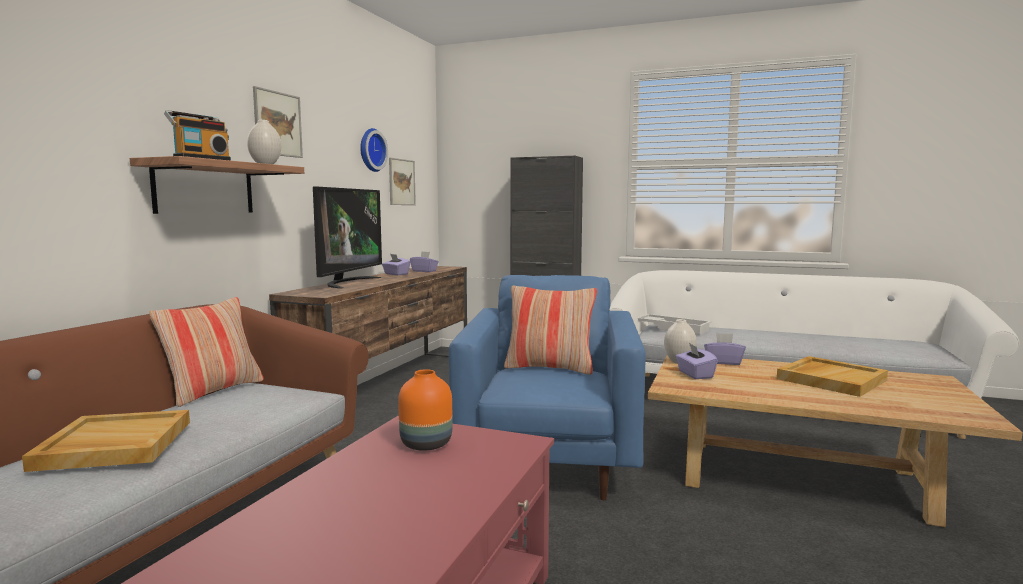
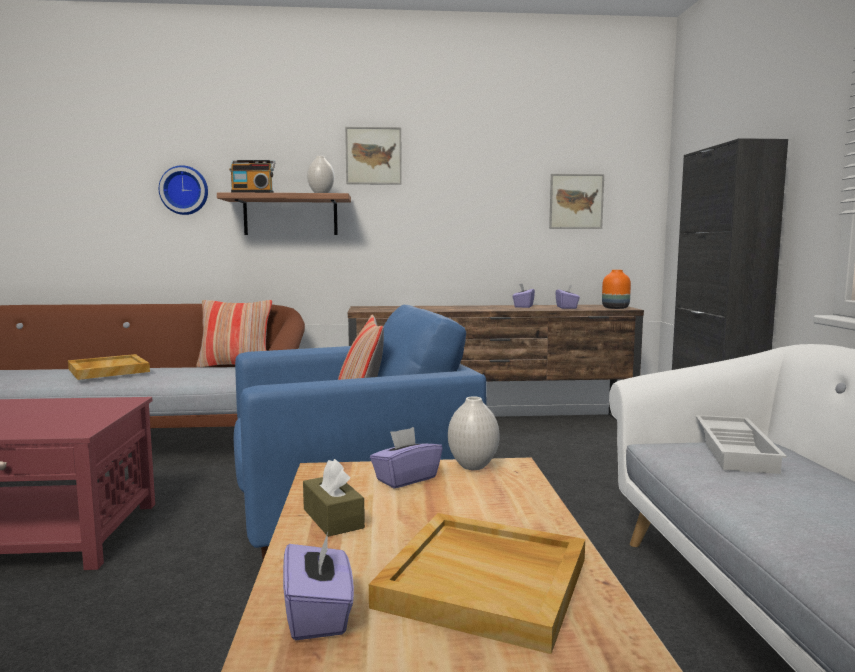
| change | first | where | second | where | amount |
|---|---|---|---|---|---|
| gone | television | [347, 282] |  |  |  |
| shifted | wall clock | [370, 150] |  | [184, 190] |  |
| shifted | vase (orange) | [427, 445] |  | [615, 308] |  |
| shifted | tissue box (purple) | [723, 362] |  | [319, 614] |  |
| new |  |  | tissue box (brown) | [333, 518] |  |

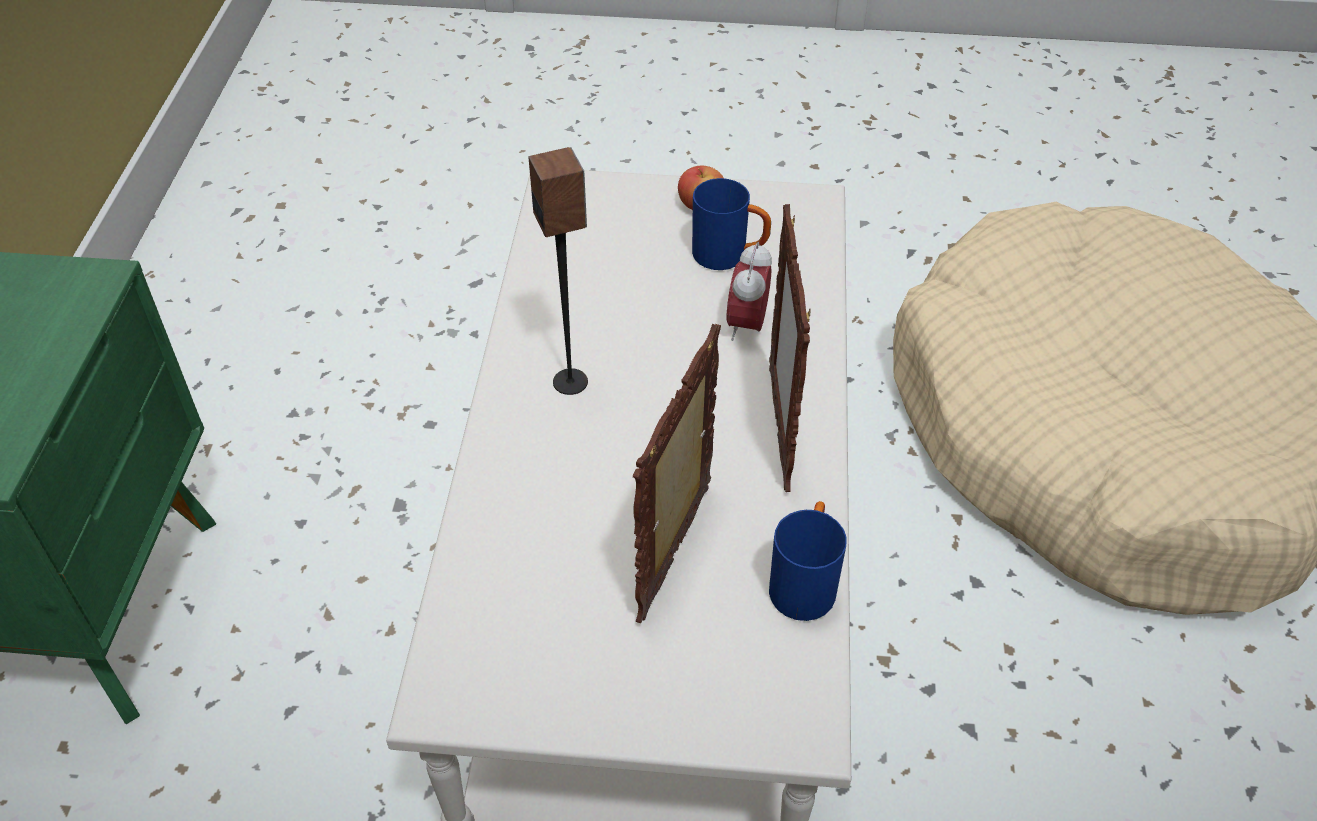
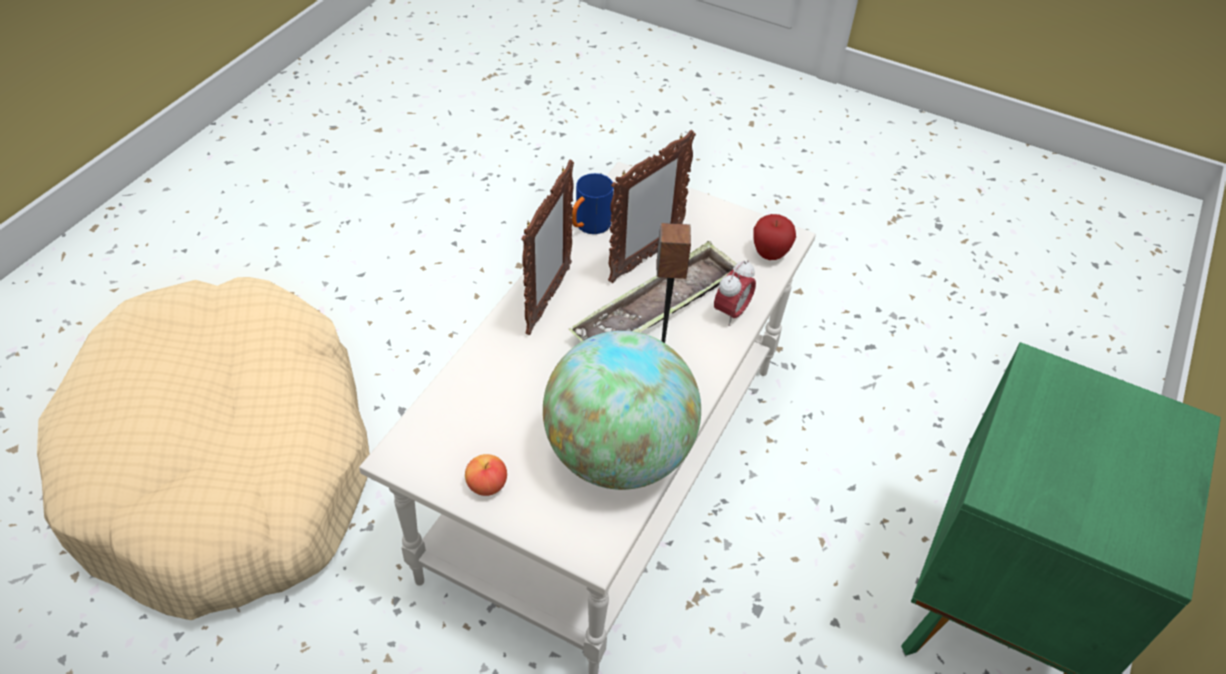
| change | first | where | second | where | amount |
|---|---|---|---|---|---|
| gone | mug (blue) | [729, 256] |  |  |  |
| shifted | alarm clock | [747, 325] |  | [731, 313] |  |
| new |  |  | globe | [618, 455] |  |
| new |  |  | tray | [657, 308] |  |
| new |  |  | apple | [770, 254] |  |

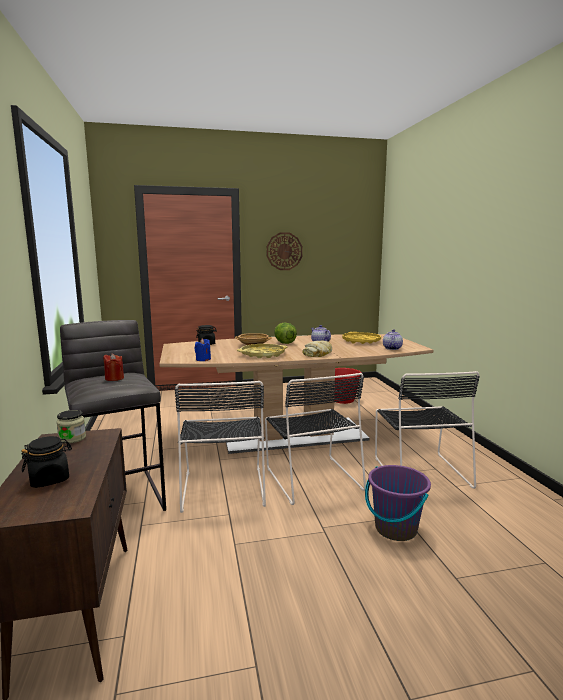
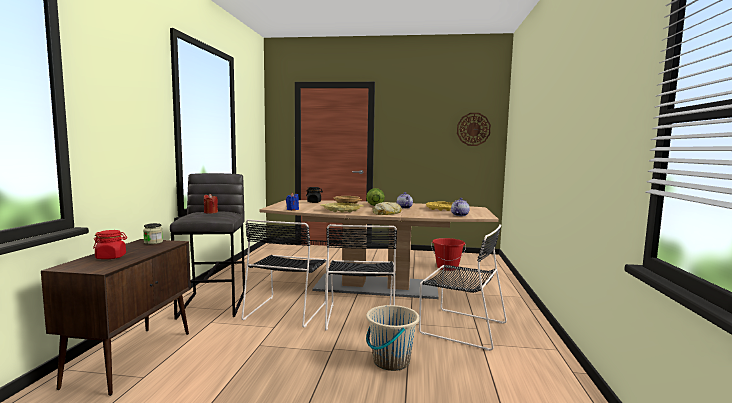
| change | first | where | second | where | amount |
|---|---|---|---|---|---|
| repainted | jar (black) | [49, 479] | jar (red) | [111, 257] |  |
| shifted | wall clock | [284, 251] |  | [473, 129] |  |
| repainted | bucket (purple) | [395, 529] | bucket (beige) | [391, 361] |  |
| rotated | chair (black) | [420, 470] |  | [460, 327] | 75 degrees counterclockwise |

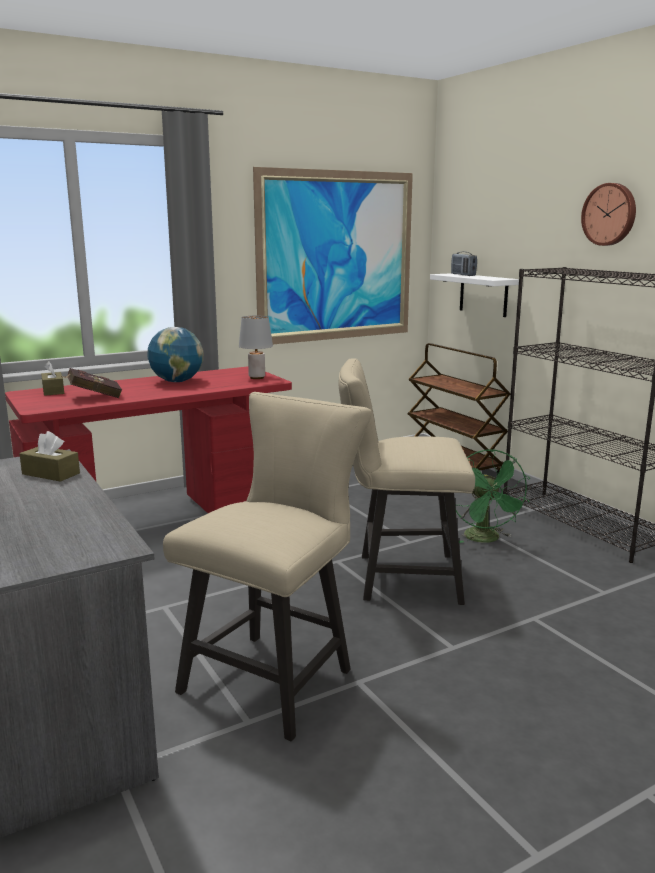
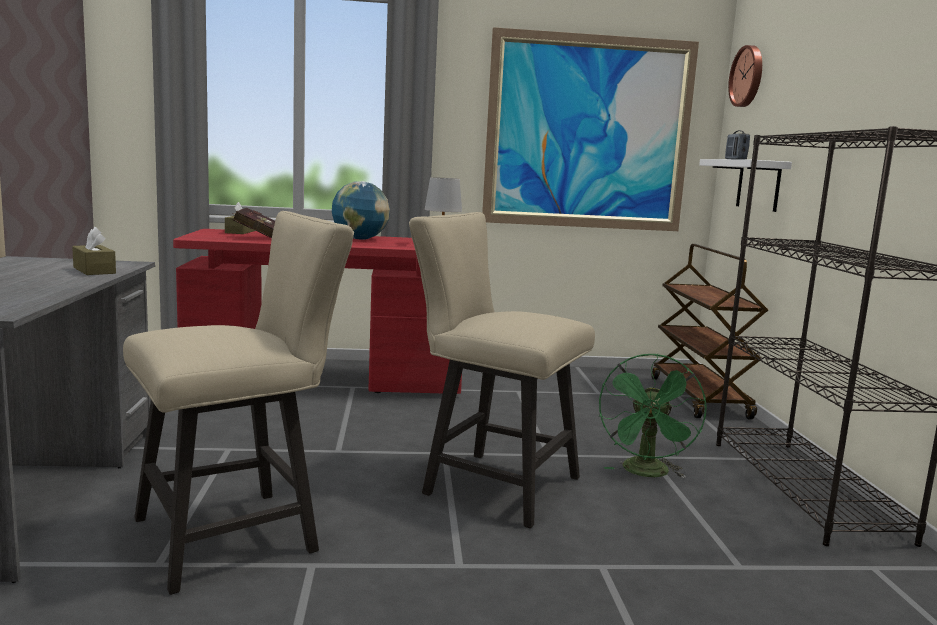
| change | first | where | second | where | amount |
|---|---|---|---|---|---|
| shifted | wall clock | [610, 214] |  | [748, 76] |  |

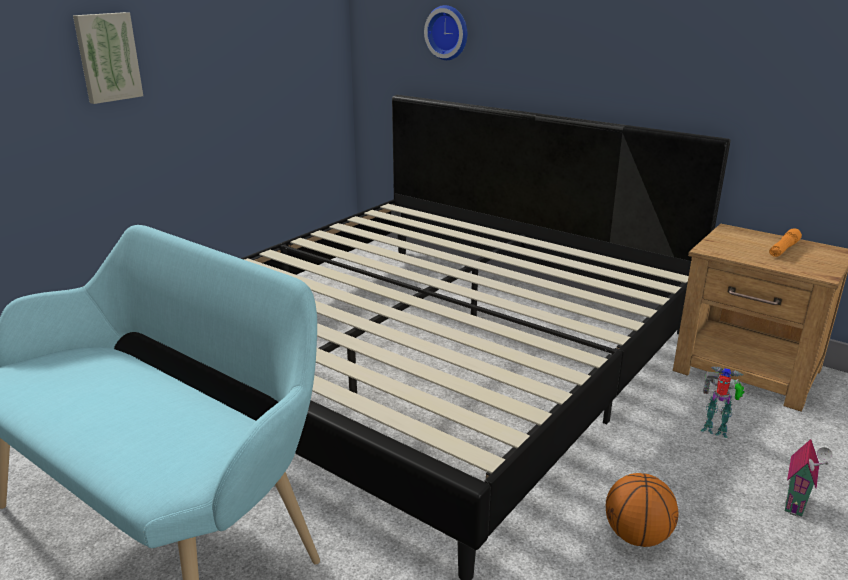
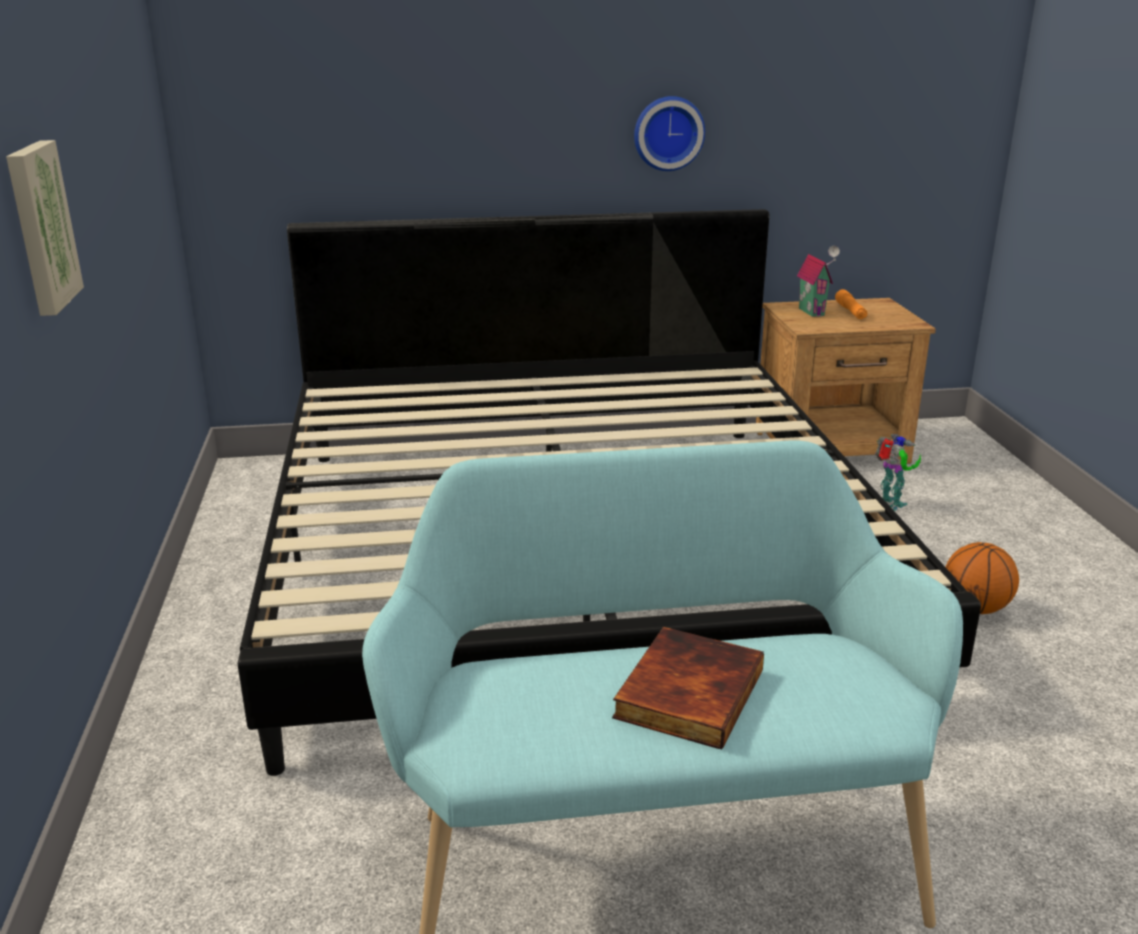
| change | first | where | second | where | amount |
|---|---|---|---|---|---|
| shifted | wall clock | [448, 32] |  | [668, 133] |  |
| rotated | toy robot | [716, 431] |  | [890, 504] | 75 degrees clockwise |
| shifted | toy house | [797, 504] |  | [813, 312] |  |
| new |  |  | book | [686, 692] |  |

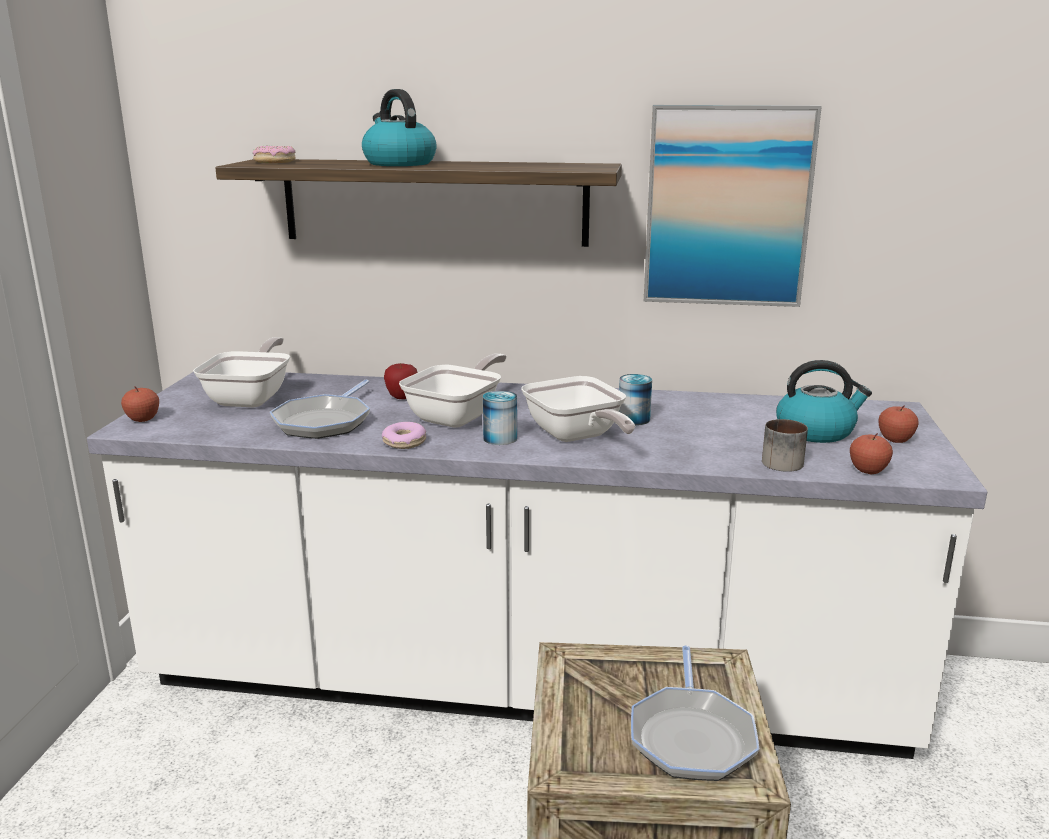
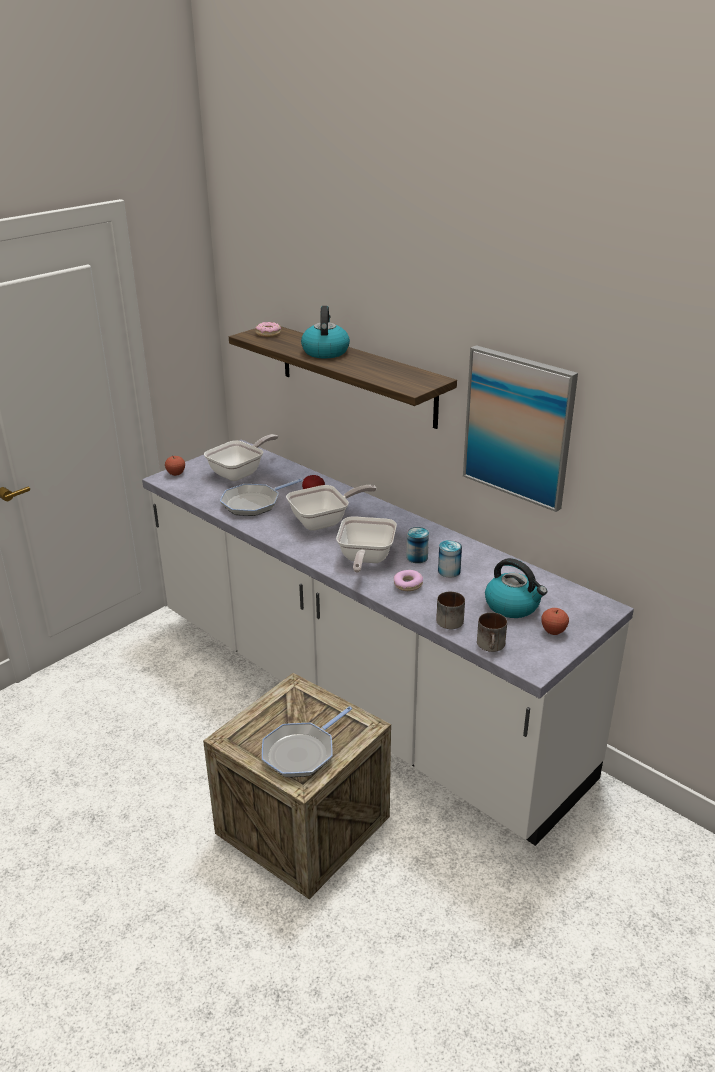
| change | first | where | second | where | amount |
|---|---|---|---|---|---|
| shifted | donut | [404, 442] |  | [408, 585] |  |
| shifted | can | [500, 438] |  | [449, 571] |  |
| swapped | apple | [868, 470] | mug | [492, 645] |  |

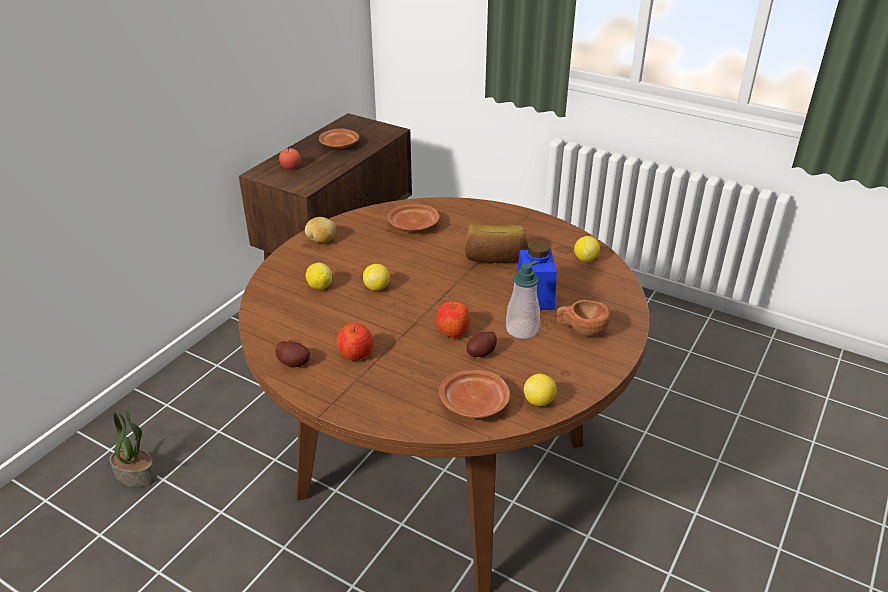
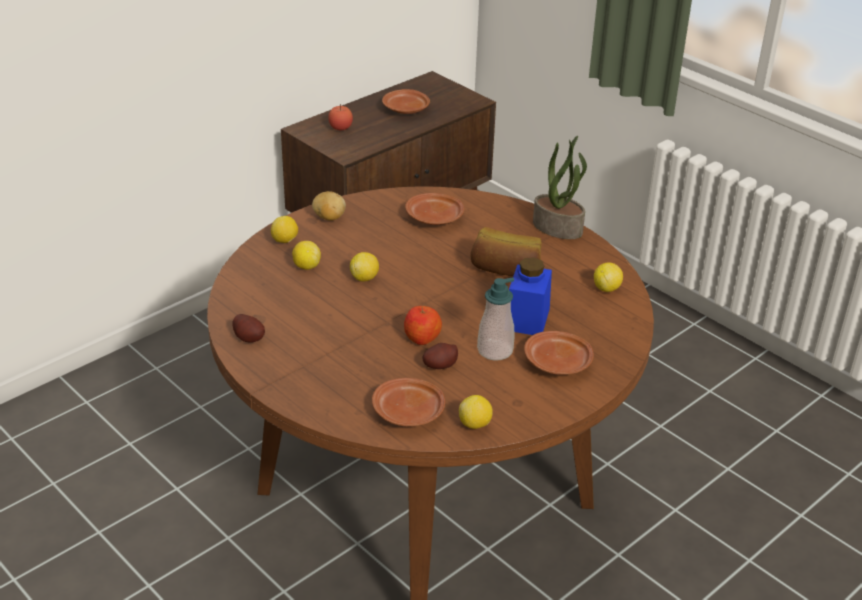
| change | first | where | second | where | amount |
|---|---|---|---|---|---|
| shifted | potted plant | [137, 475] |  | [558, 227] |  |
| gone | apple | [356, 354] |  |  |  |
| swapped | cup (brown) | [581, 330] | plate (brown) | [558, 363] |  |
| new |  |  | lemon | [285, 241] |  |

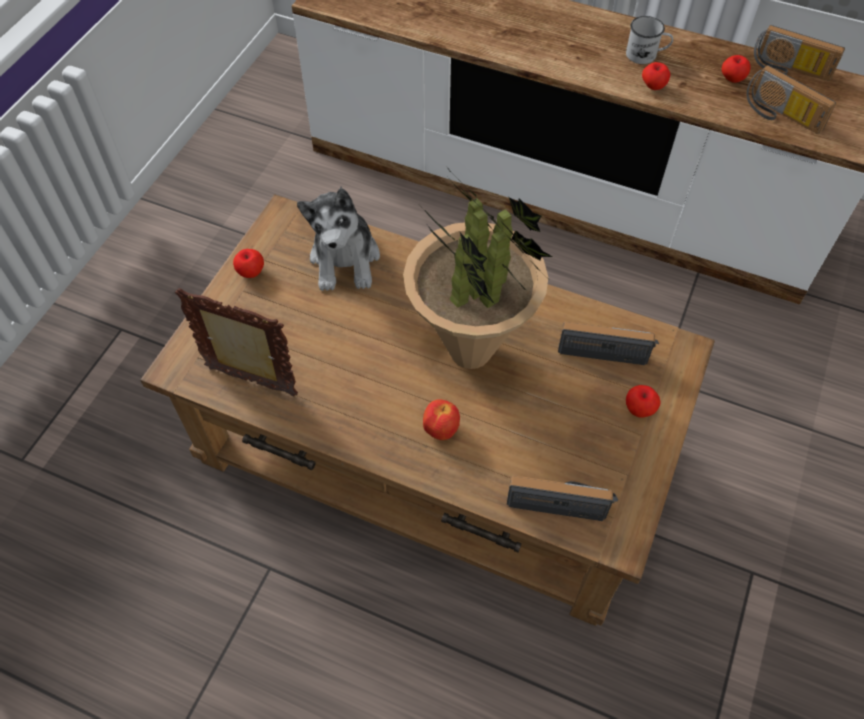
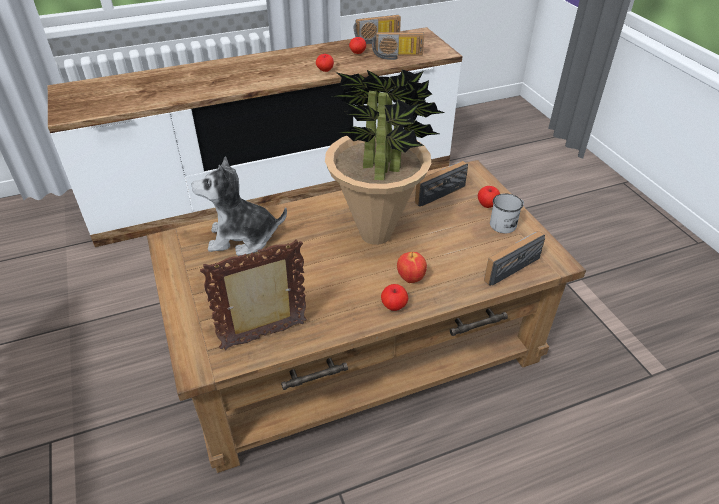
| change | first | where | second | where | amount |
|---|---|---|---|---|---|
| shifted | apple | [251, 272] |  | [394, 306] |  |
| rotated | plush toy | [345, 259] |  | [242, 238] | 135 degrees clockwise |
| shifted | mug (white) | [646, 55] |  | [506, 223] |  |

